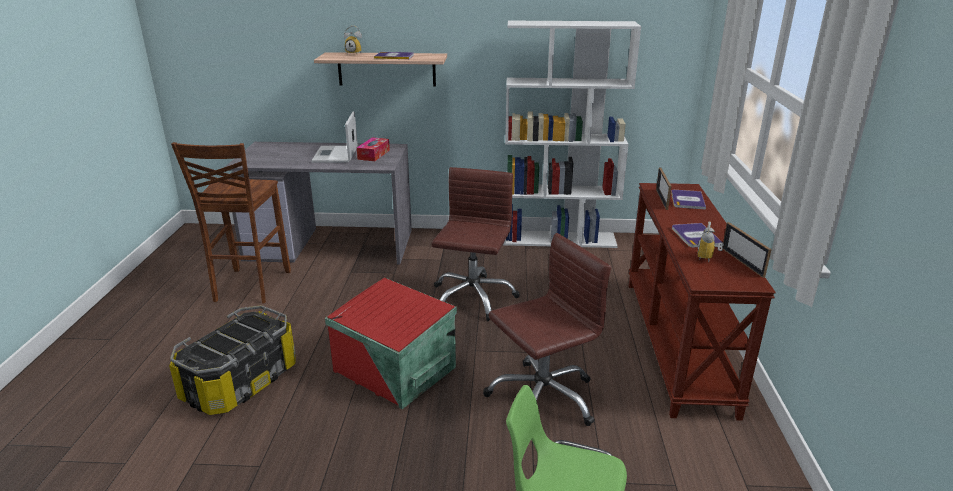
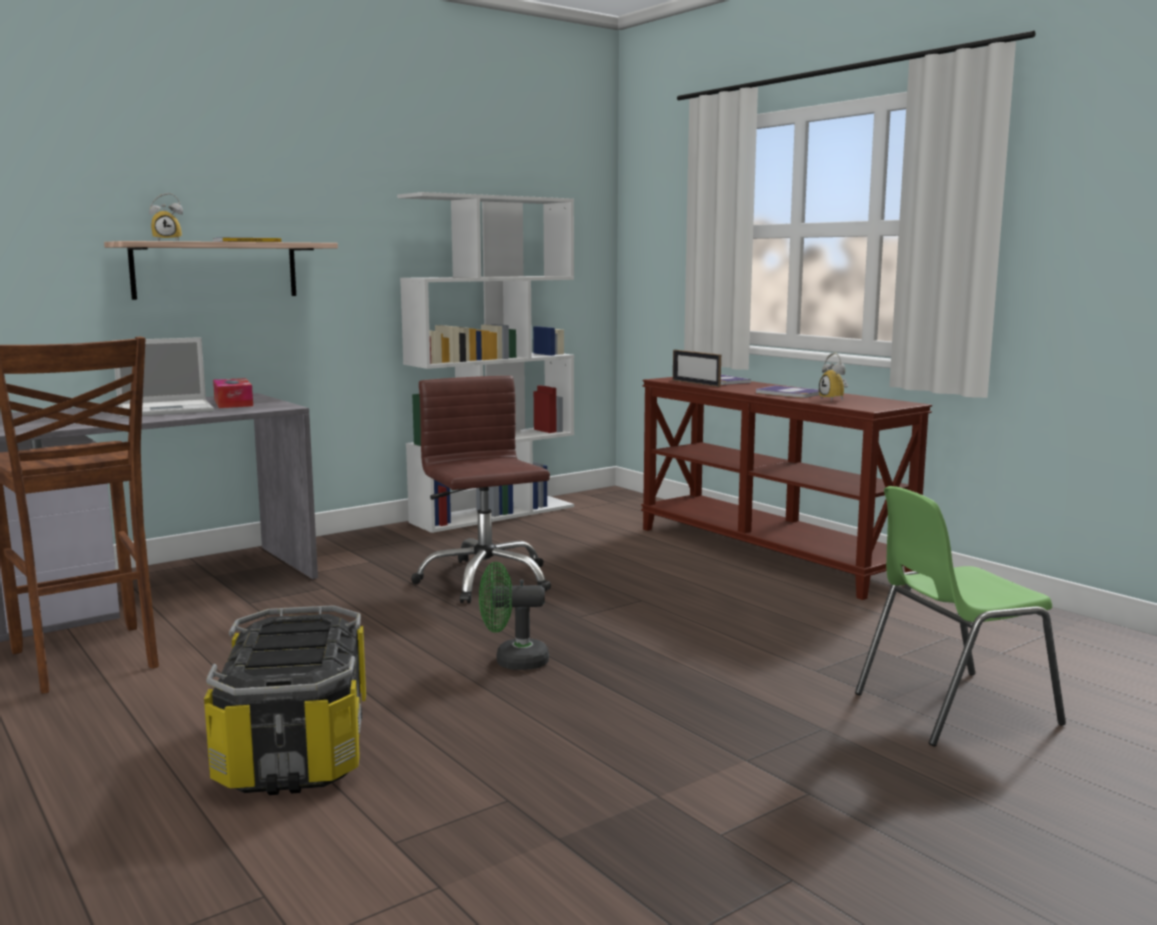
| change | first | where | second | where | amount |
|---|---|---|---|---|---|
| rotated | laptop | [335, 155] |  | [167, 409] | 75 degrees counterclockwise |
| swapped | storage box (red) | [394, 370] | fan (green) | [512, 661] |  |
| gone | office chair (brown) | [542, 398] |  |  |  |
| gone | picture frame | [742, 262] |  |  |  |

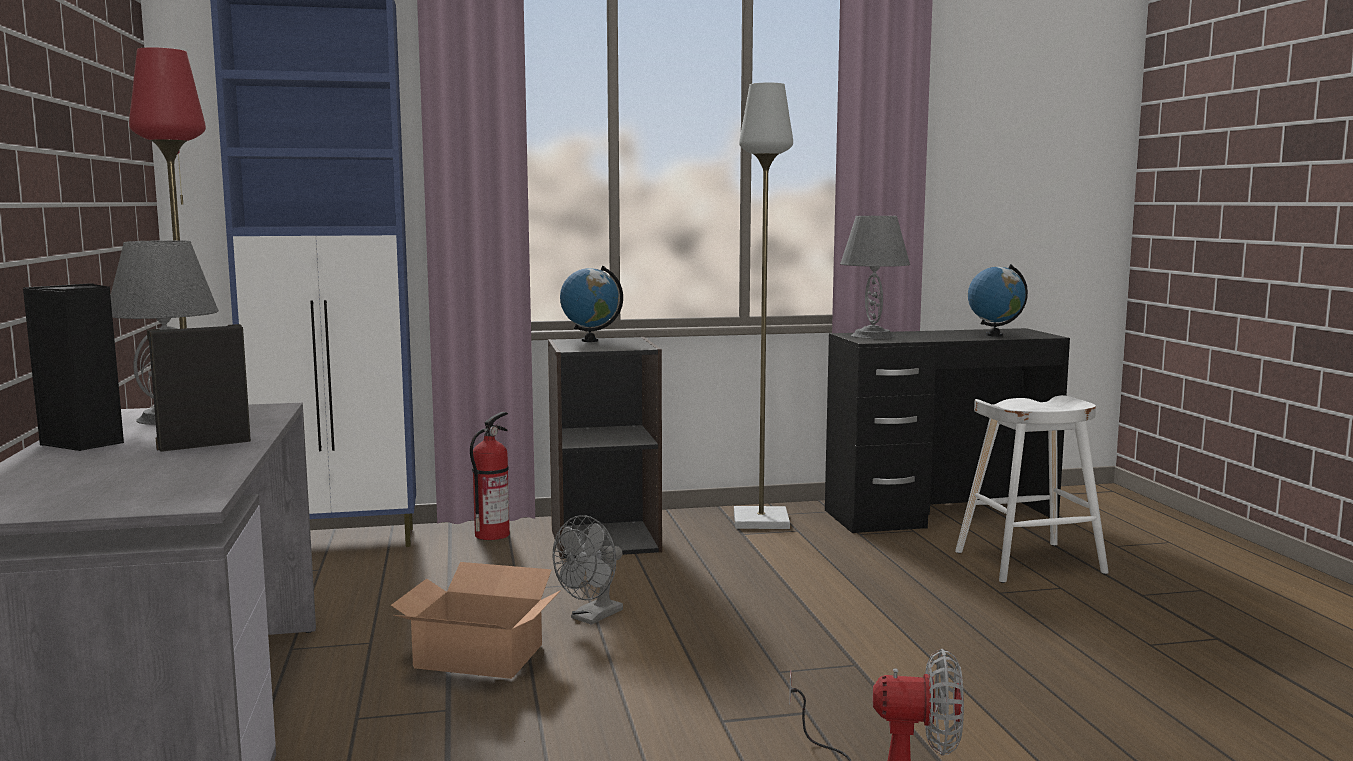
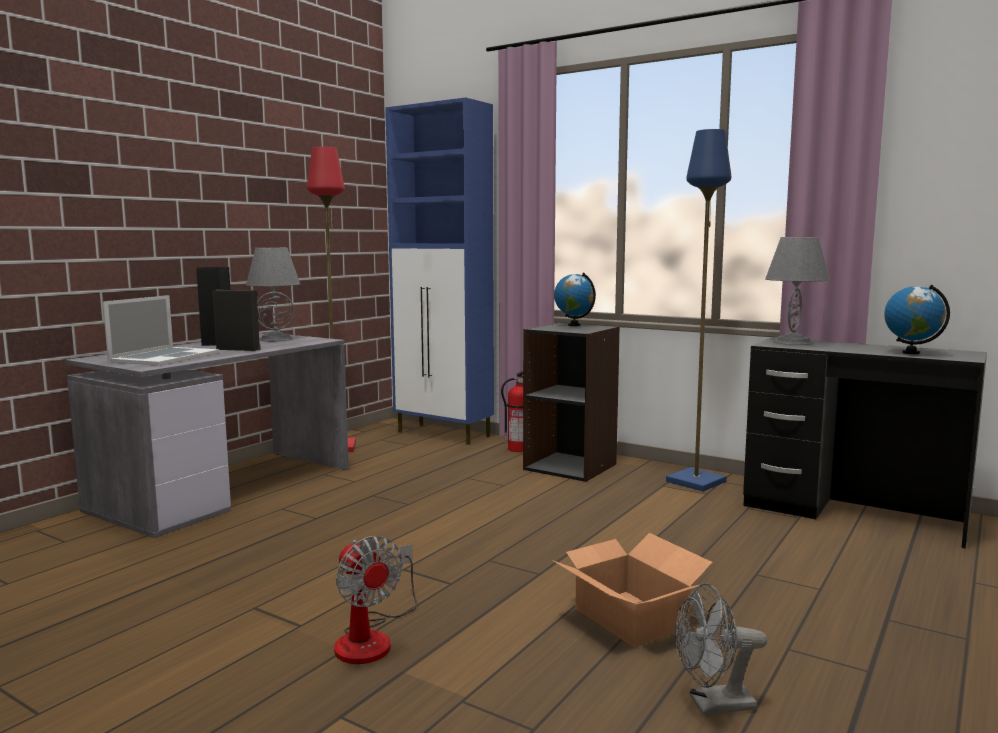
| change | first | where | second | where | amount |
|---|---|---|---|---|---|
| shifted | cardboard box | [478, 655] |  | [630, 617] |  |
| shifted | fan (grey) | [592, 617] |  | [713, 705] |  |
| repainted | floor lamp (grey) | [759, 520] | floor lamp (blue) | [695, 481] |  |
| gone | stool (white) | [1030, 562] |  |  |  |
| new |  |  | laptop | [164, 357] |  |

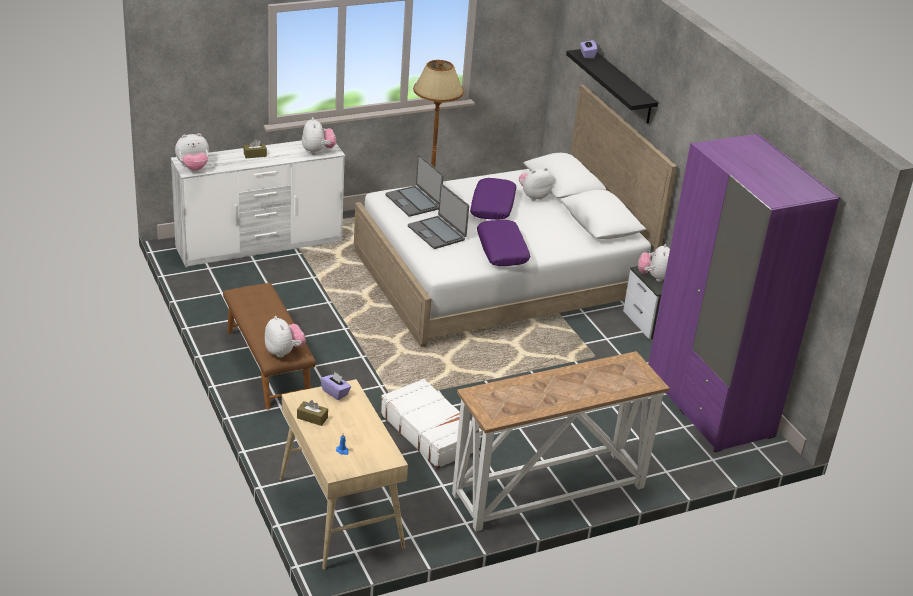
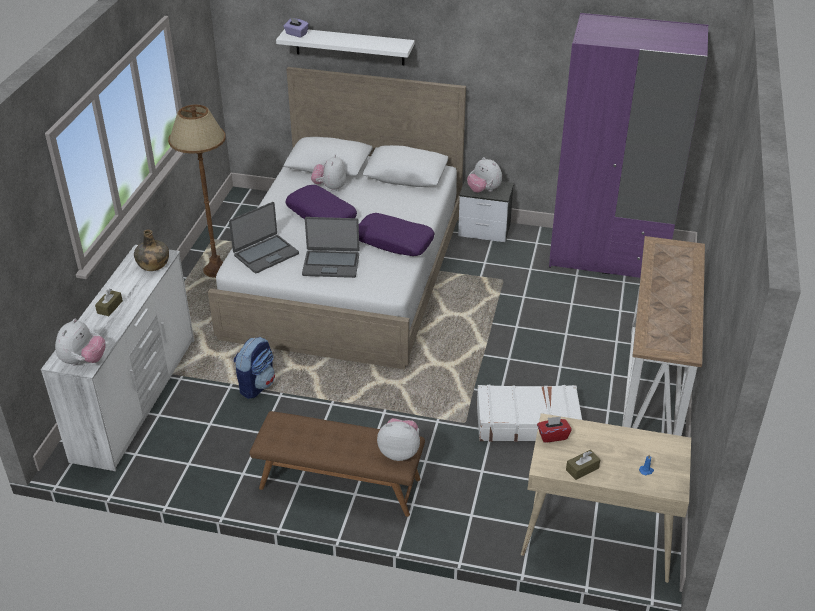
| change | first | where | second | where | amount |
|---|---|---|---|---|---|
| swapped | plush toy | [317, 151] | bottle (green) | [153, 264] |  |
| repainted | tissue box (purple) | [335, 392] | tissue box (red) | [552, 436] |  |
| rotated | laptop | [413, 202] |  | [266, 254] | 45 degrees counterclockwise |
| repainted | shelf (black) | [622, 86] | shelf (white) | [349, 46] |  |
| new |  |  | backpack | [257, 385] |  |

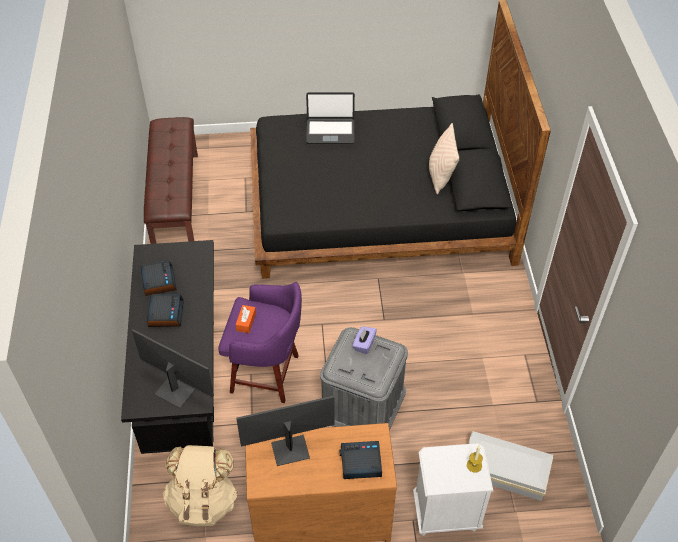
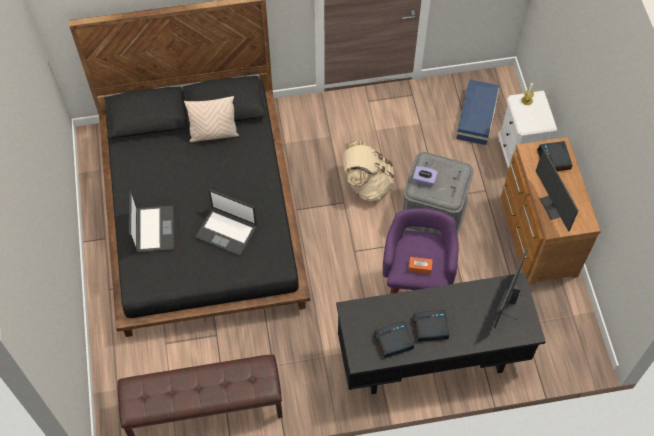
| change | first | where | second | where | amount |
|---|---|---|---|---|---|
| shifted | backpack (beige) | [203, 501] |  | [366, 184] |  |
| repainted | storage box (white) | [503, 469] | storage box (blue) | [475, 117] |  |
| new |  |  | laptop | [227, 231] |  |

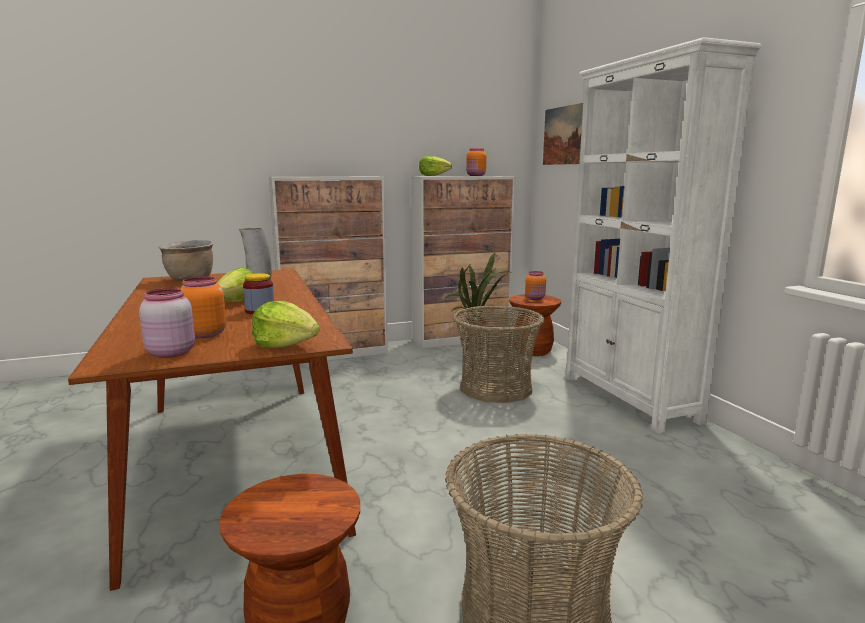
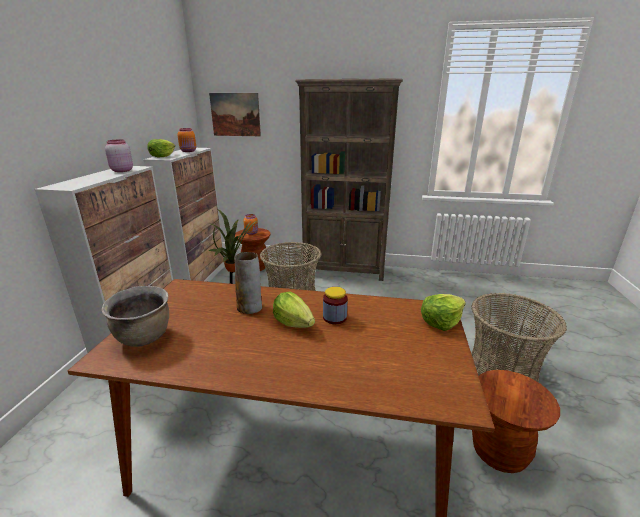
| change | first | where | second | where | amount |
|---|---|---|---|---|---|
| shifted | jar (pink) | [170, 353] |  | [121, 171] |  |
| gone | jar (orange) | [204, 334] |  |  |  |
| repainted | bookcase (white) | [629, 399] | bookcase (brown) | [344, 271] |  |

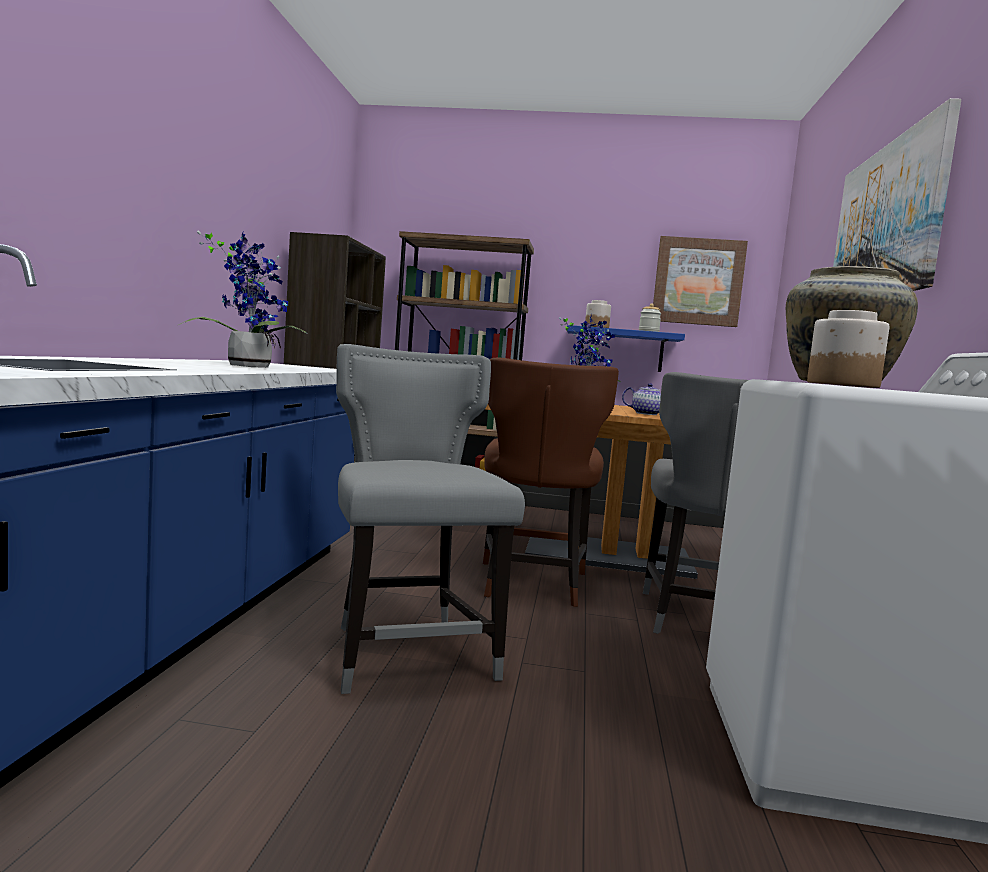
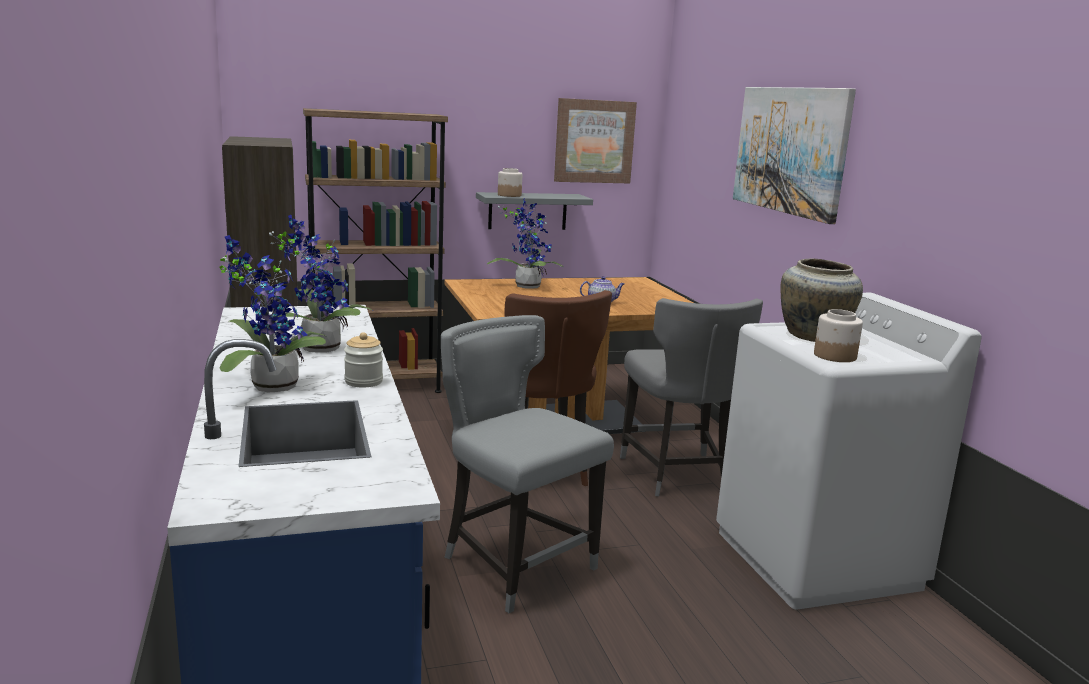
| change | first | where | second | where | amount |
|---|---|---|---|---|---|
| repainted | shelf (blue) | [621, 350] | shelf (grey) | [527, 211] |  |
| shifted | jar | [648, 331] |  | [363, 381] |  |
| new |  |  | potted plant | [269, 386] |  |

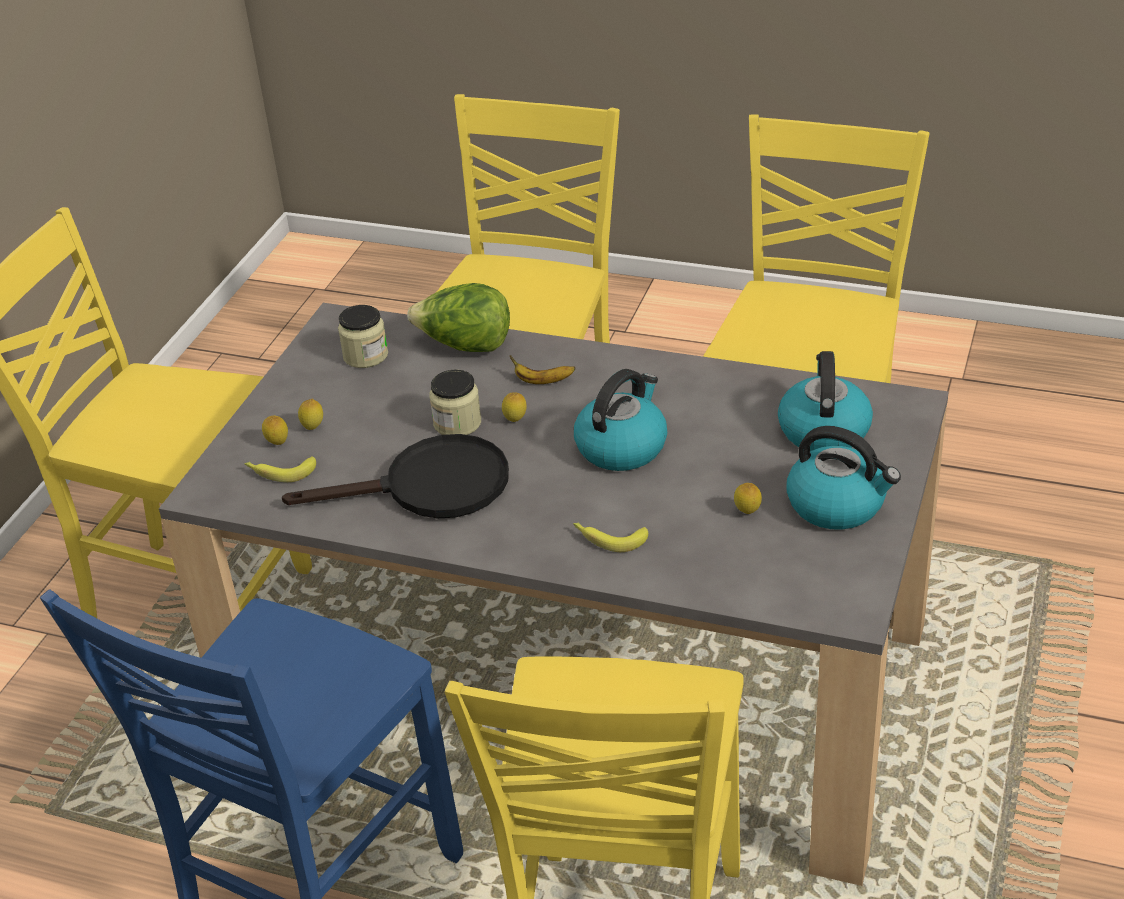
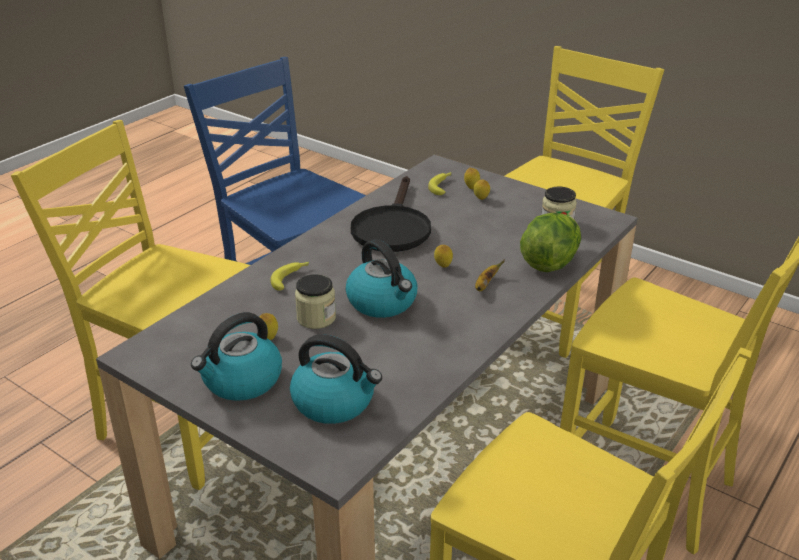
| change | first | where | second | where | amount |
|---|---|---|---|---|---|
| shifted | jar | [457, 423] |  | [316, 318] |  |

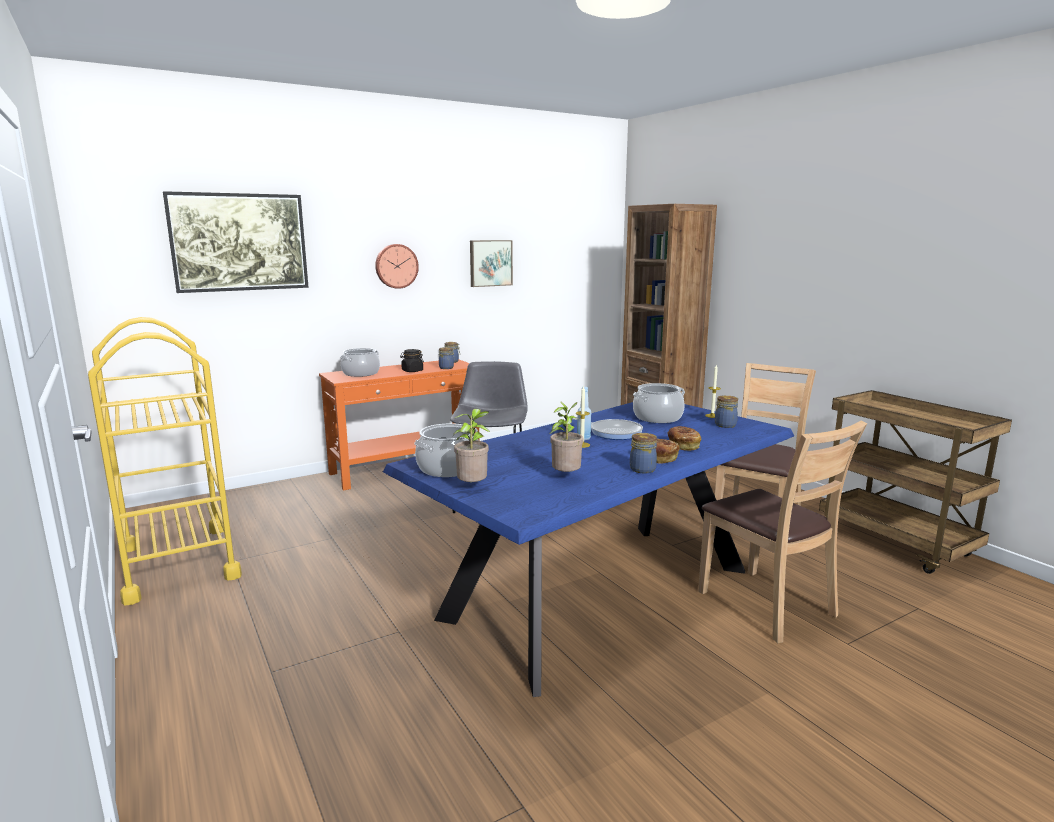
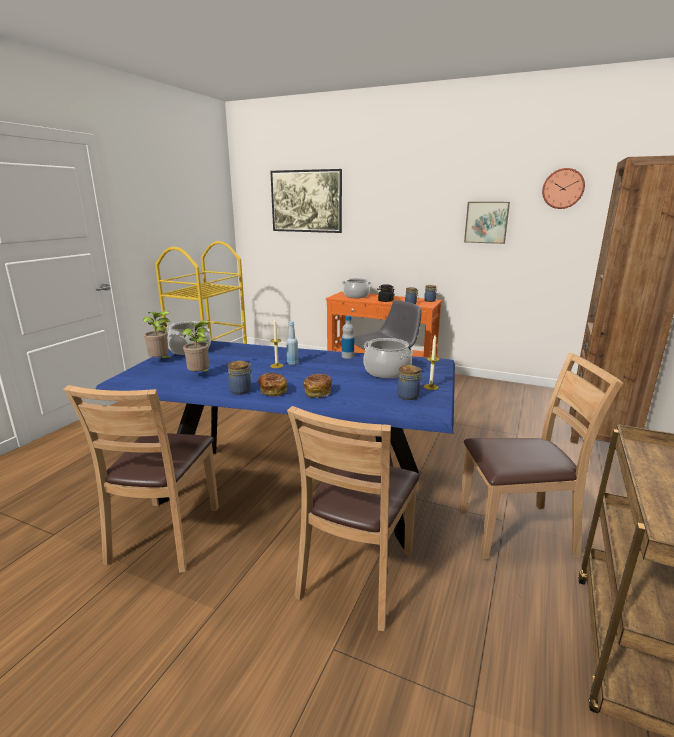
| change | first | where | second | where | amount |
|---|---|---|---|---|---|
| shifted | wall clock | [396, 266] |  | [563, 188] |  |
| gone | frying pan | [613, 432] |  |  |  |
| new |  |  | chair (brown) | [166, 535] |  |
| new |  |  | bottle | [347, 356] |  |

